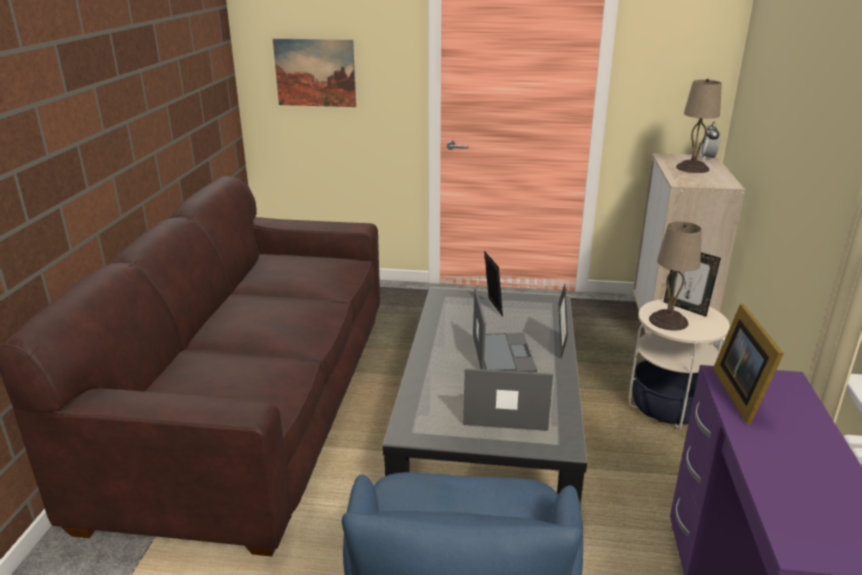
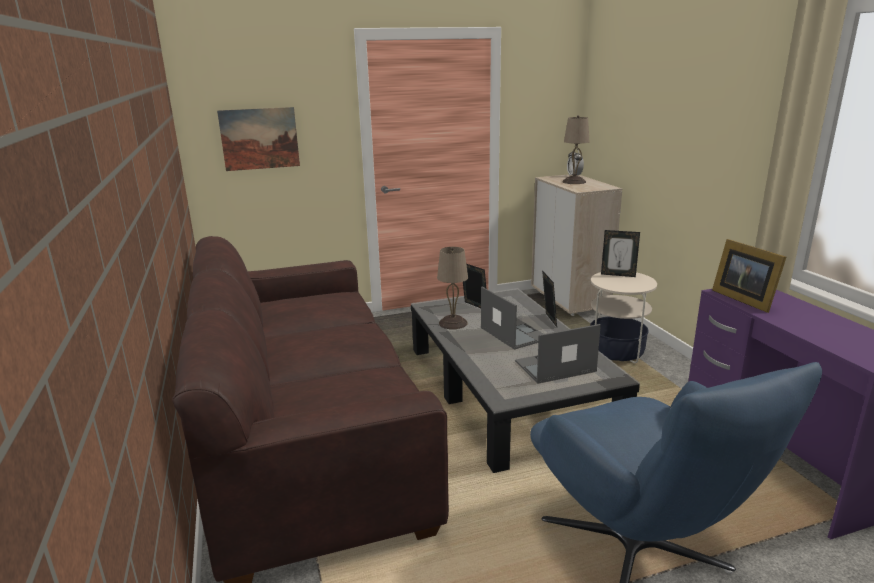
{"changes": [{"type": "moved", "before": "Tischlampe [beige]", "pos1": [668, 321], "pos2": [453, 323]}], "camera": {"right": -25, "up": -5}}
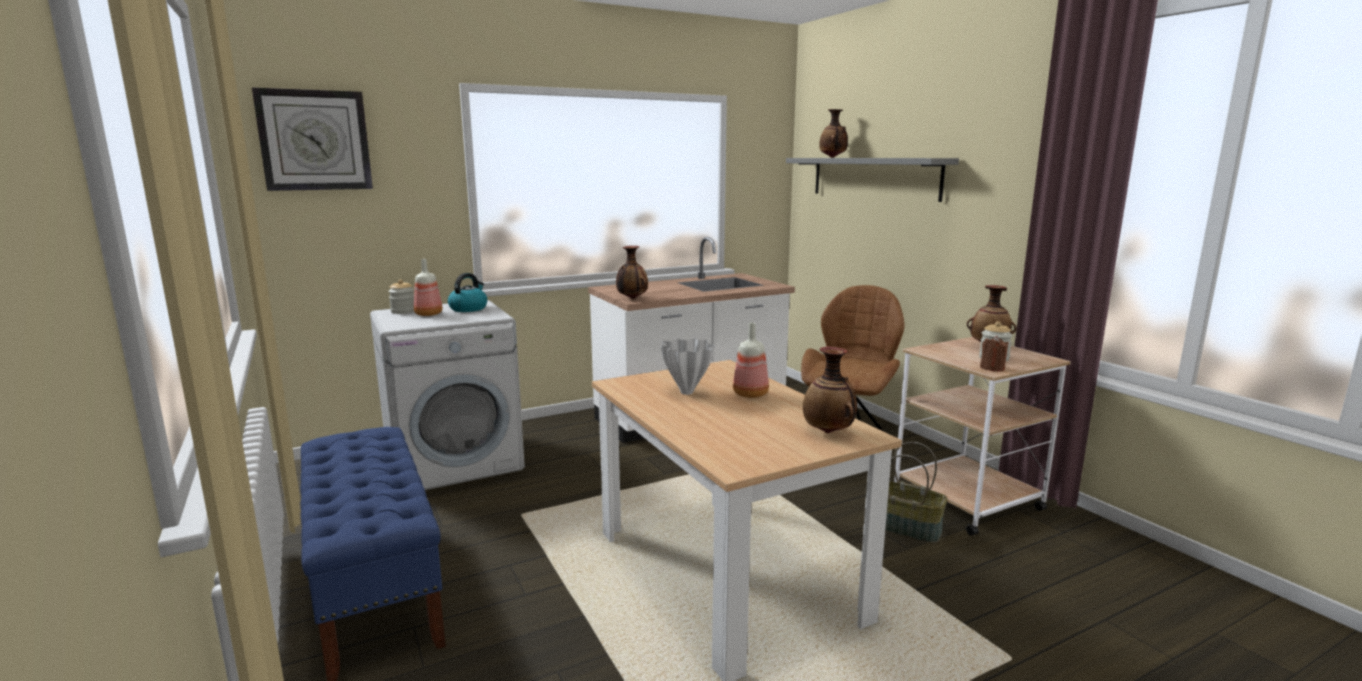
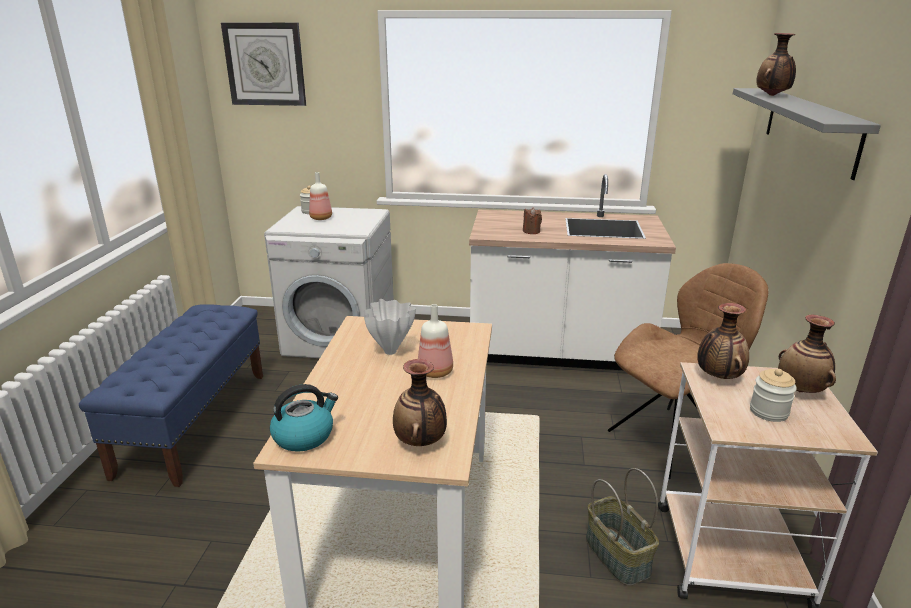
{"changes": [{"type": "moved", "before": "Wasserkessel", "pos1": [468, 308], "pos2": [304, 436]}, {"type": "moved", "before": "Vase", "pos1": [632, 298], "pos2": [718, 377]}, {"type": "moved", "before": "Kerze [braun]", "pos1": [992, 368], "pos2": [531, 231]}], "camera": {"right": 35, "up": 10}}
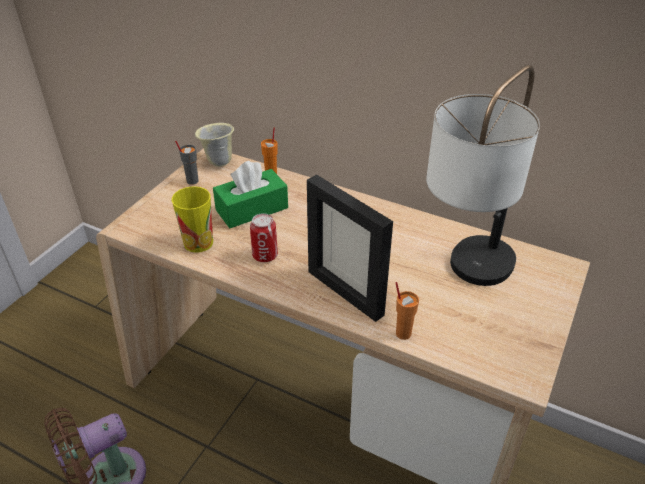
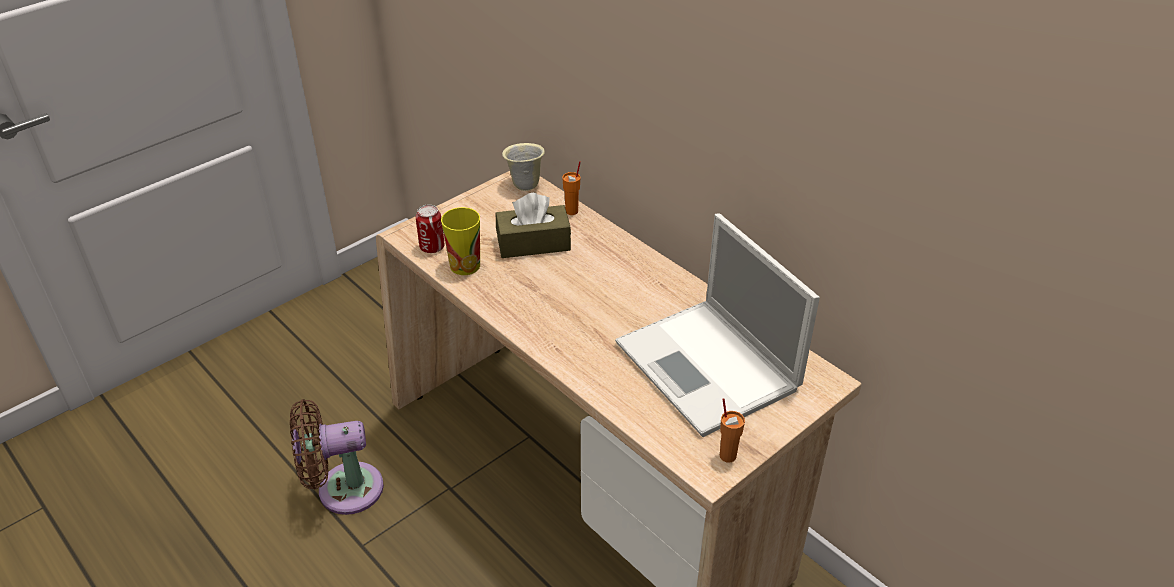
{"changes": [{"type": "removed", "before": "Tasse [grau]", "pos1": [192, 181]}, {"type": "removed", "before": "Bilderrahmen", "pos1": [346, 291]}, {"type": "moved", "before": "Dose", "pos1": [265, 255], "pos2": [432, 247]}, {"type": "moved", "before": "Tasse [orange]", "pos1": [403, 333], "pos2": [727, 455]}, {"type": "replaced", "before": "Tischlampe", "after": "Laptop", "pos1": [465, 281], "pos2": [709, 368]}, {"type": "recoloured", "before": "Taschentuchbox [grün]", "after": "Taschentuchbox [braun]", "pos1": [252, 209], "pos2": [533, 243]}], "camera": {"right": 20, "up": 0}}
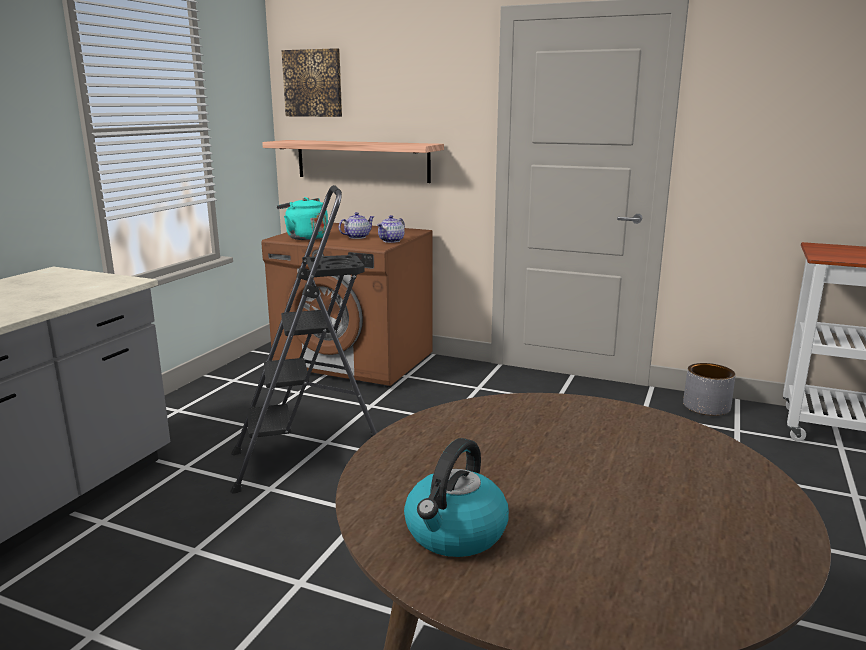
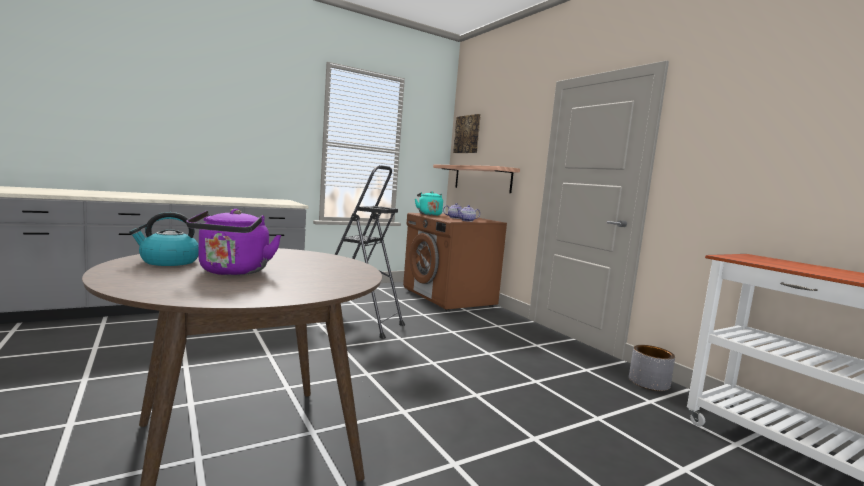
{"changes": [{"type": "added", "after": "Wasserkessel [lila]", "pos2": [232, 272]}], "camera": {"right": 35, "up": -10}}
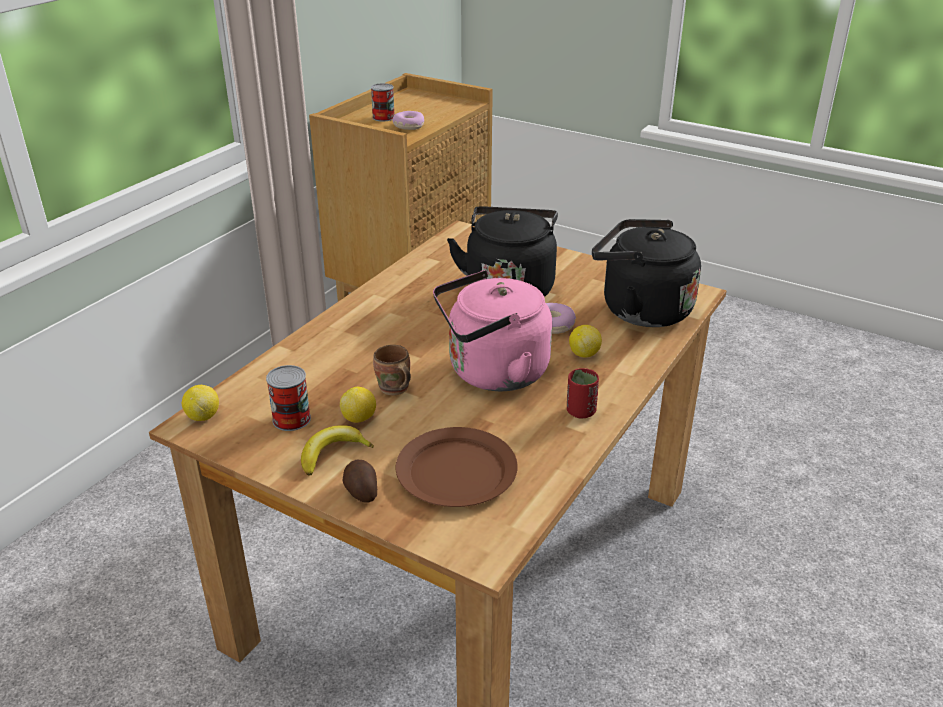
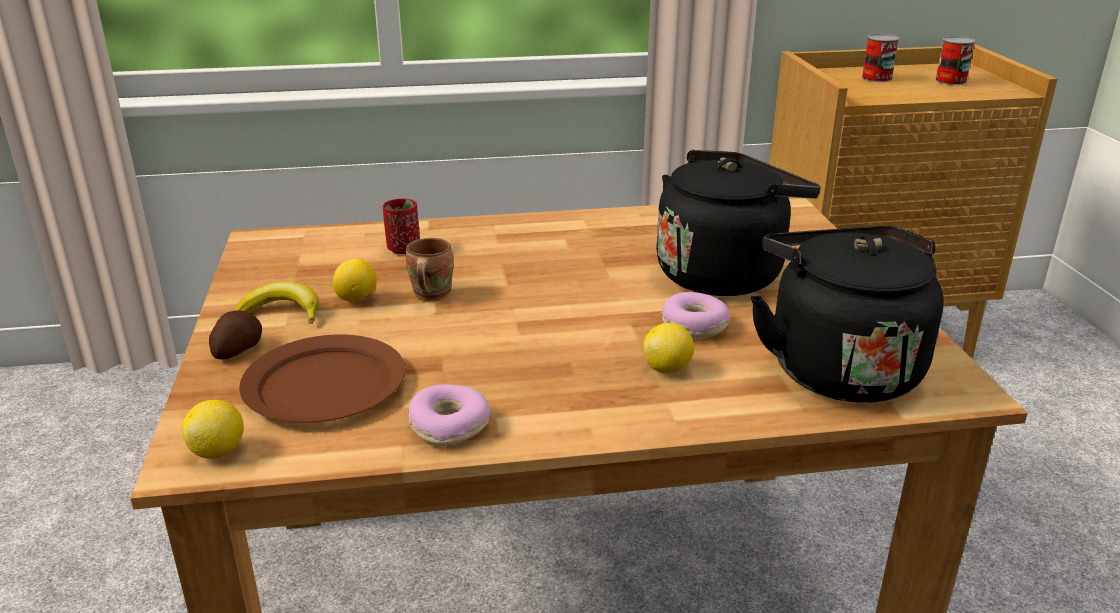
{"changes": [{"type": "removed", "before": "Wasserkessel [rosa]", "pos1": [492, 373]}, {"type": "moved", "before": "Zitrone", "pos1": [203, 416], "pos2": [218, 451]}, {"type": "moved", "before": "Dose", "pos1": [291, 419], "pos2": [950, 81]}, {"type": "moved", "before": "Donut", "pos1": [408, 126], "pos2": [449, 425]}, {"type": "moved", "before": "Tasse [rot]", "pos1": [580, 411], "pos2": [403, 249]}], "camera": {"right": 50, "up": -5}}
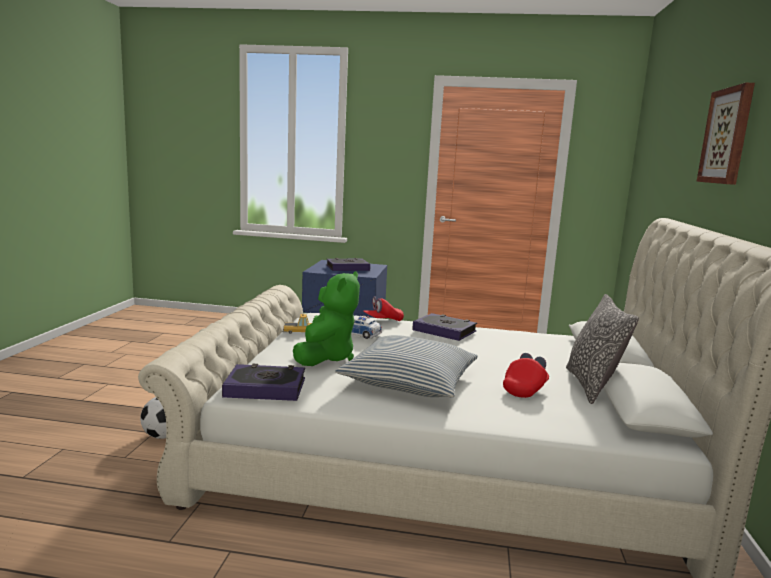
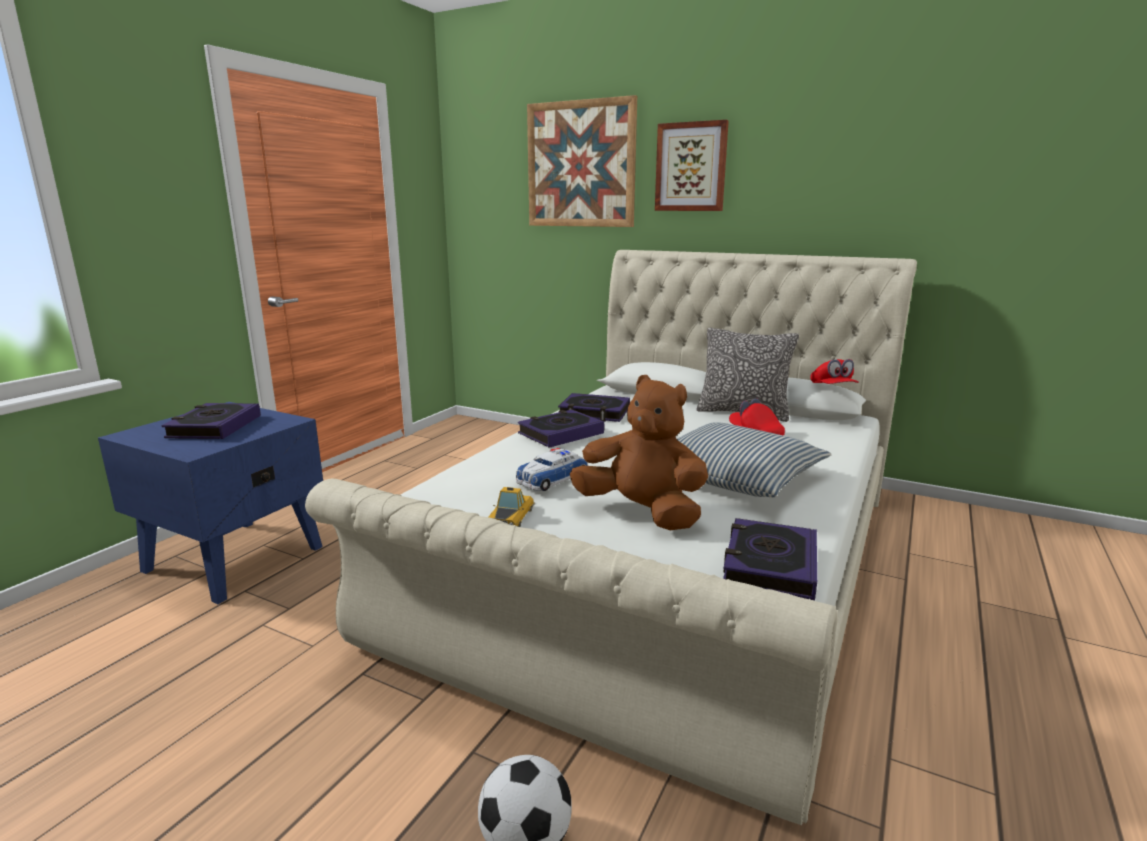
{"changes": [{"type": "added", "after": "Bild", "pos2": [580, 165]}, {"type": "added", "after": "Buch", "pos2": [594, 413]}, {"type": "moved", "before": "Kappe [rot]", "pos1": [383, 321], "pos2": [832, 388]}, {"type": "recoloured", "before": "Plüschtier [grün]", "after": "Plüschtier [braun]", "pos1": [326, 357], "pos2": [642, 512]}], "camera": {"right": -70, "up": 5}}
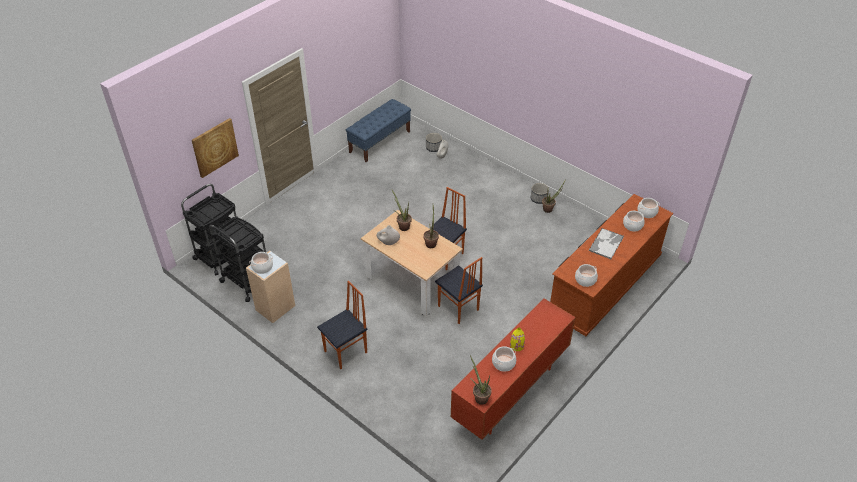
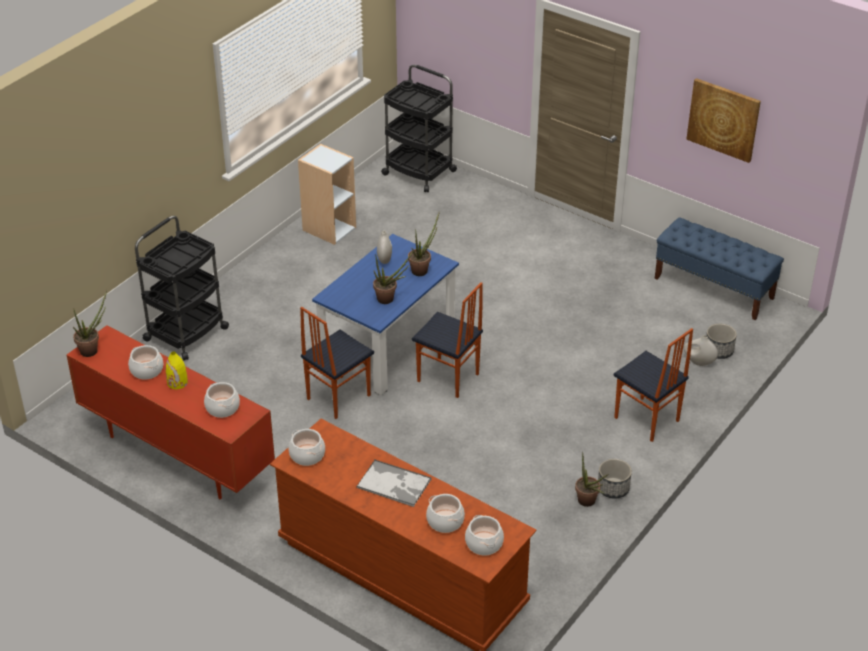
{"changes": [{"type": "moved", "before": "Bild", "pos1": [215, 147], "pos2": [723, 119]}, {"type": "moved", "before": "Rollwagen [schwarz]", "pos1": [248, 281], "pos2": [186, 334]}, {"type": "moved", "before": "Kochtopf", "pos1": [262, 267], "pos2": [222, 408]}, {"type": "moved", "before": "Stuhl", "pos1": [346, 352], "pos2": [646, 420]}, {"type": "recoloured", "before": "Esstisch [beige]", "after": "Esstisch [blau]", "pos1": [412, 282], "pos2": [388, 347]}], "camera": {"right": 85, "up": -5}}
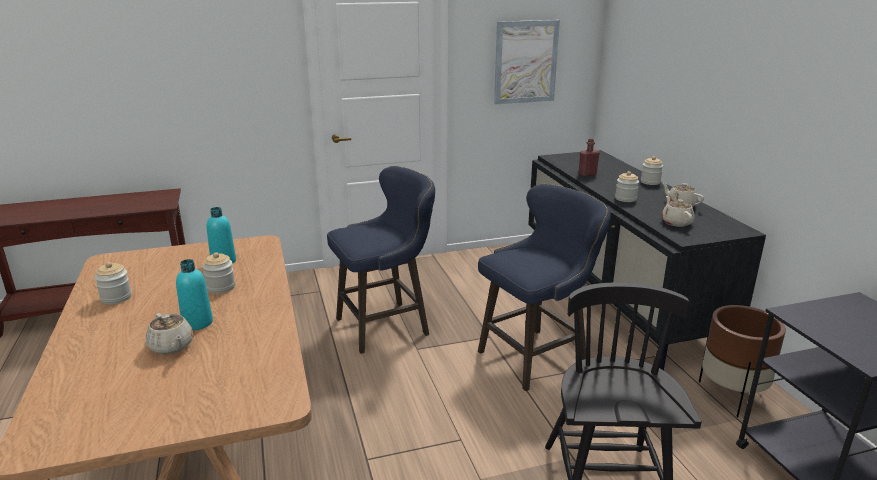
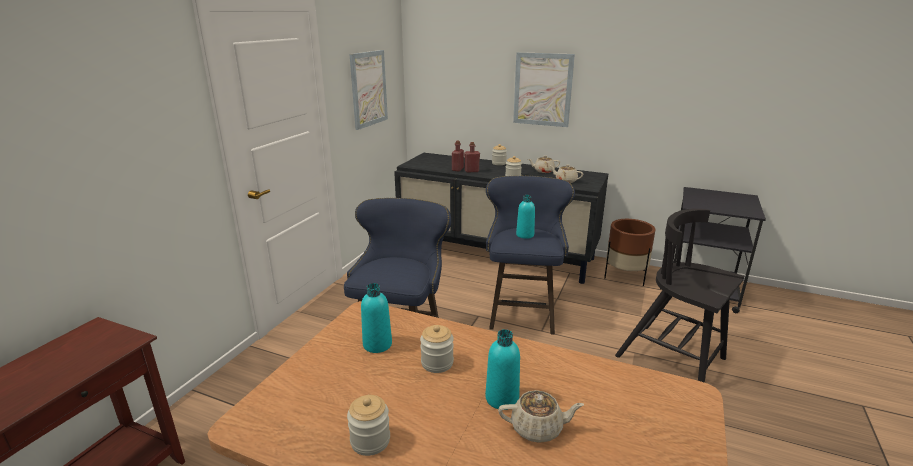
{"changes": [{"type": "added", "after": "Flasche [rot]", "pos2": [471, 171]}, {"type": "added", "after": "Bild", "pos2": [542, 89]}, {"type": "added", "after": "Flasche [türkis]", "pos2": [525, 235]}], "camera": {"right": -50, "up": 0}}
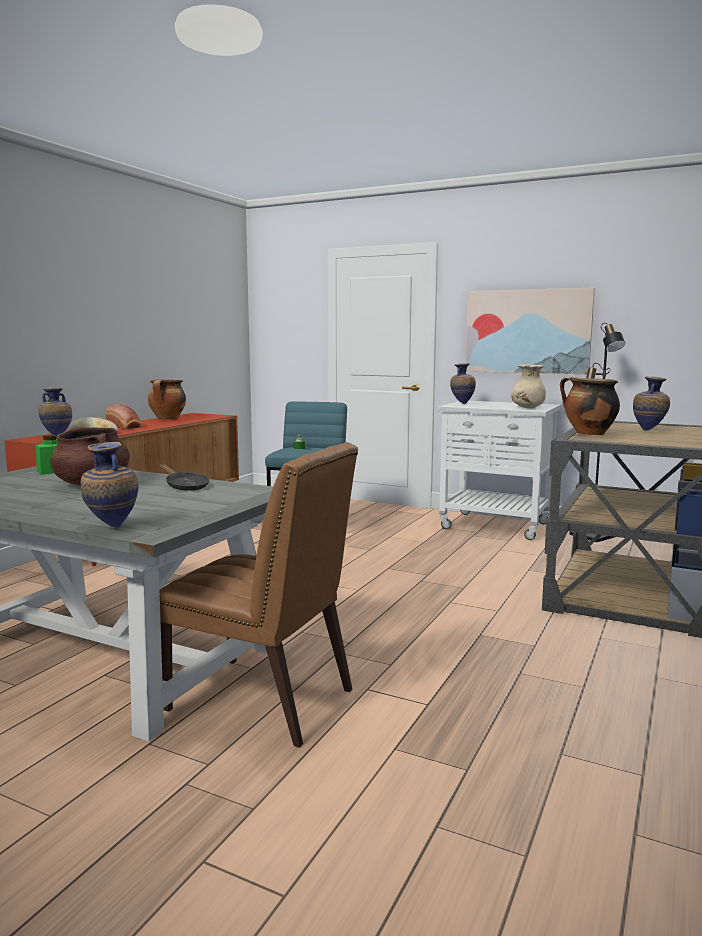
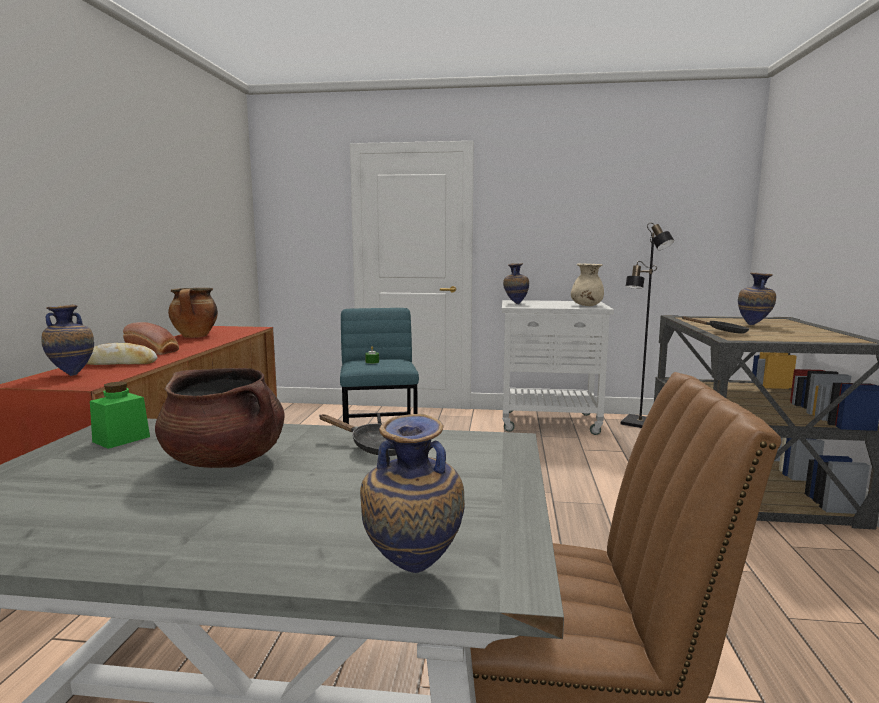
{"changes": [{"type": "removed", "before": "Bild", "pos1": [527, 331]}, {"type": "replaced", "before": "Kochtopf", "after": "Pfanne [schwarz]", "pos1": [588, 433], "pos2": [723, 332]}], "camera": {"right": -20, "up": 0}}
